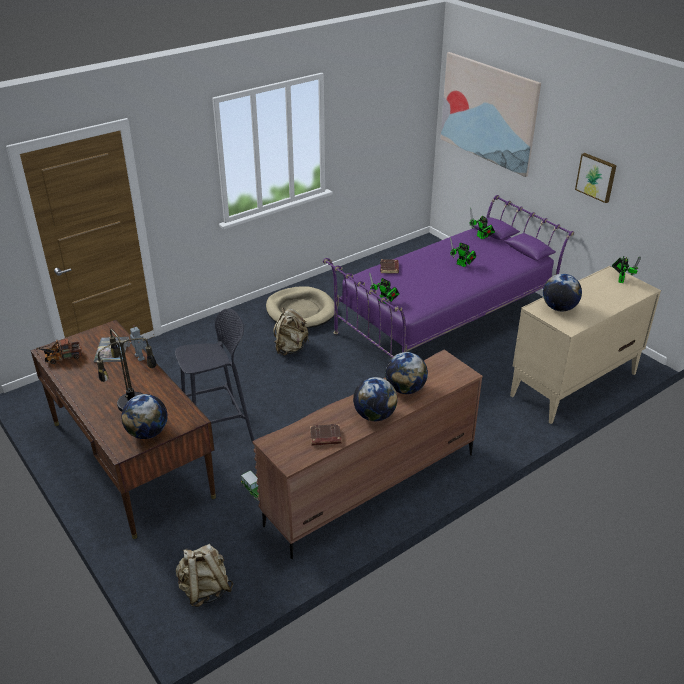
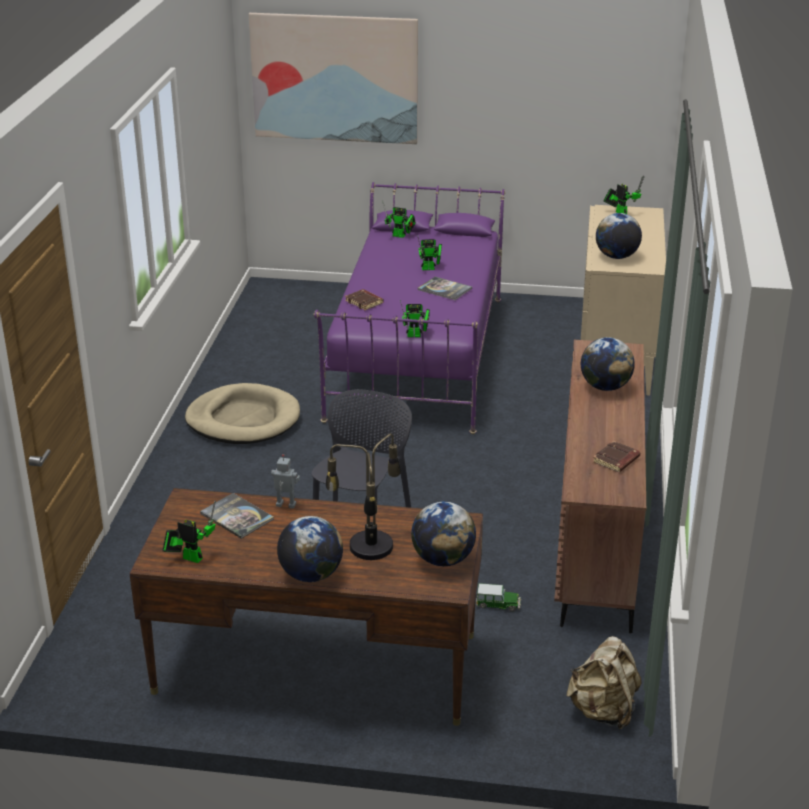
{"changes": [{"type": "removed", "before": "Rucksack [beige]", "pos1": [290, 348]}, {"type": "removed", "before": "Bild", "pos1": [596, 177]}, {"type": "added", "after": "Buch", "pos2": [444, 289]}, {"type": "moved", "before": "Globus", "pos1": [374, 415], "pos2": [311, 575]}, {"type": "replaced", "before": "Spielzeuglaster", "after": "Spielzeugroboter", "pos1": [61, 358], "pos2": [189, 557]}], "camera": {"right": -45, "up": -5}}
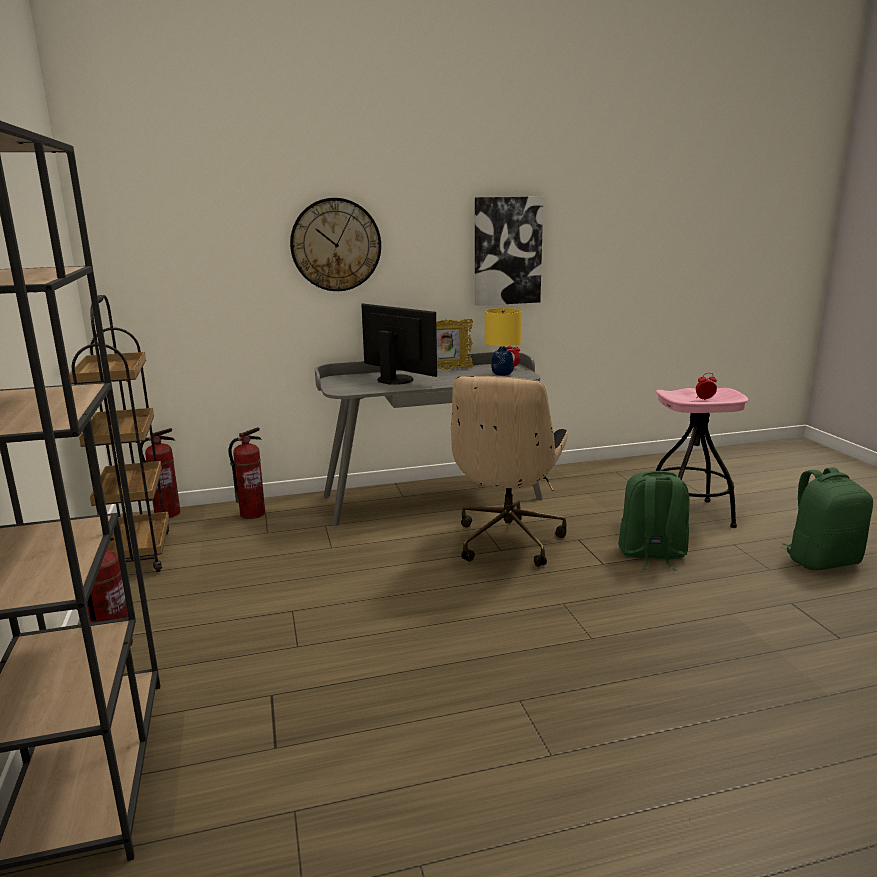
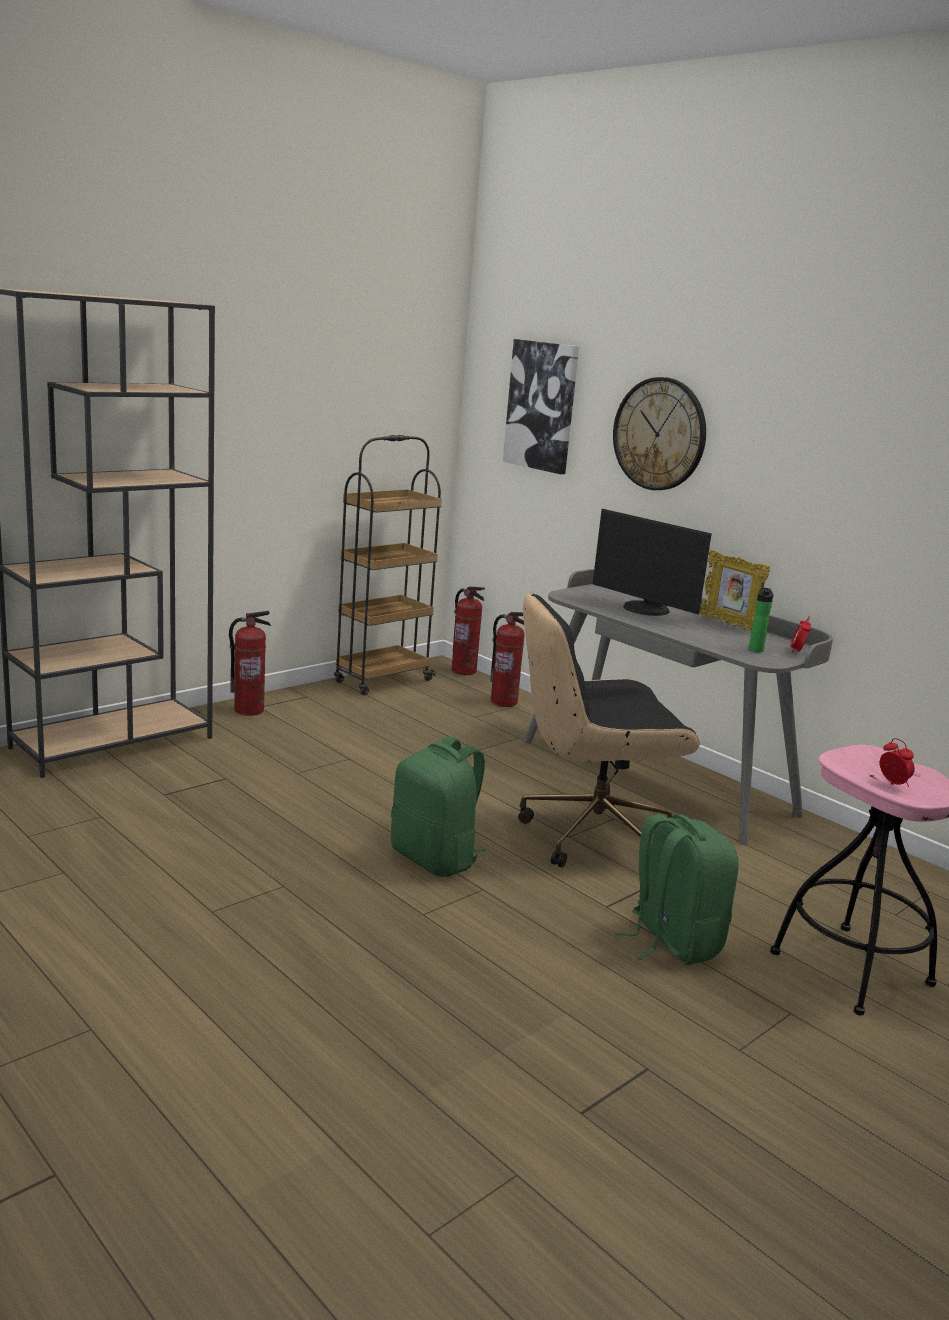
{"changes": [{"type": "moved", "before": "Bild", "pos1": [507, 251], "pos2": [542, 406]}, {"type": "moved", "before": "Rucksack [grün]", "pos1": [822, 560], "pos2": [435, 859]}, {"type": "replaced", "before": "Tischlampe [gelb]", "after": "Flasche", "pos1": [502, 374], "pos2": [755, 649]}, {"type": "turned", "before": "Monitor", "pos1": [396, 380], "pos2": [644, 609], "turn": 120}], "camera": {"right": 60, "up": 0}}
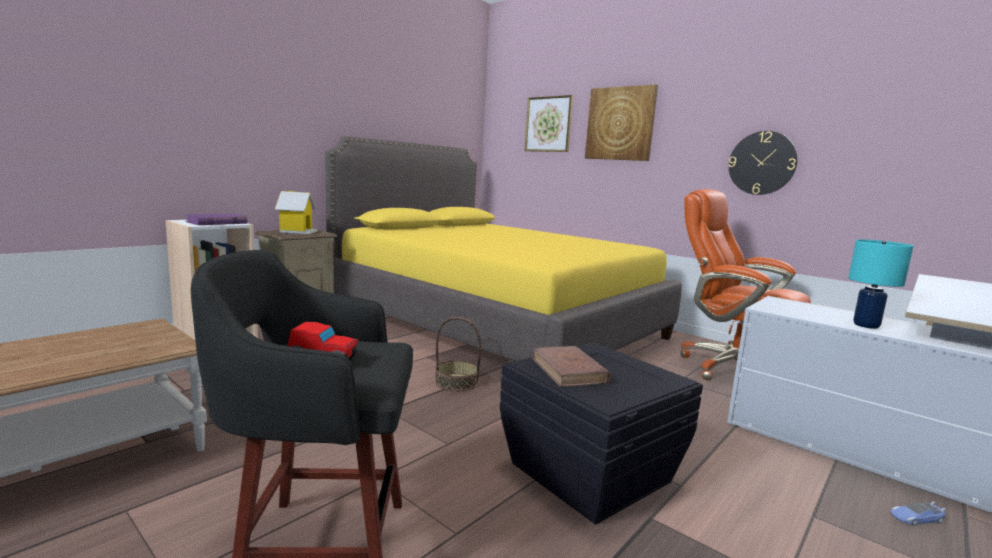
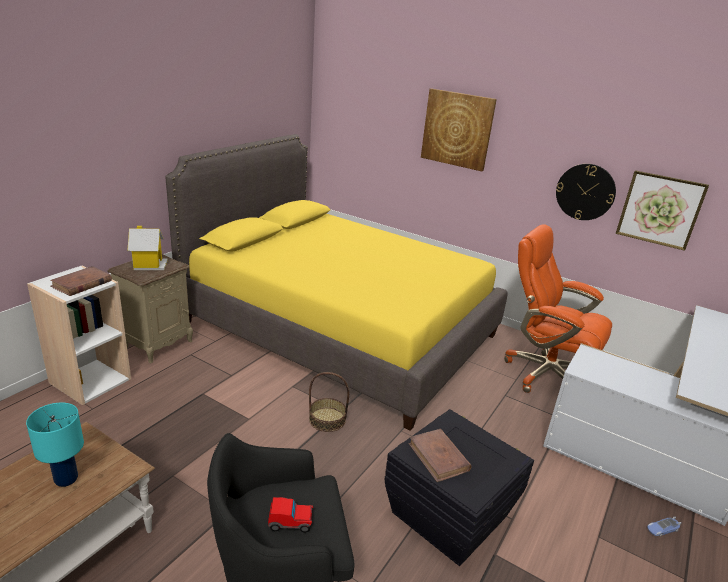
{"changes": [{"type": "moved", "before": "Bild", "pos1": [548, 124], "pos2": [660, 210]}, {"type": "moved", "before": "Tischlampe [türkis]", "pos1": [865, 326], "pos2": [65, 480]}, {"type": "recoloured", "before": "Buch [lila]", "after": "Buch [braun]", "pos1": [216, 223], "pos2": [81, 284]}], "camera": {"right": -10, "up": 15}}
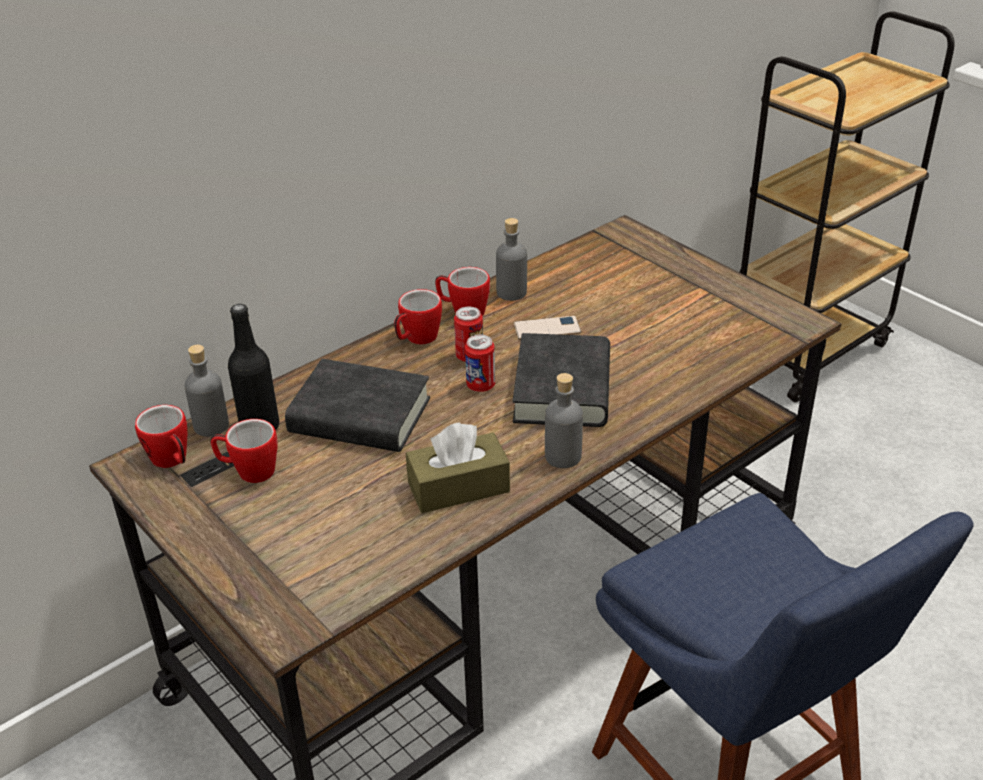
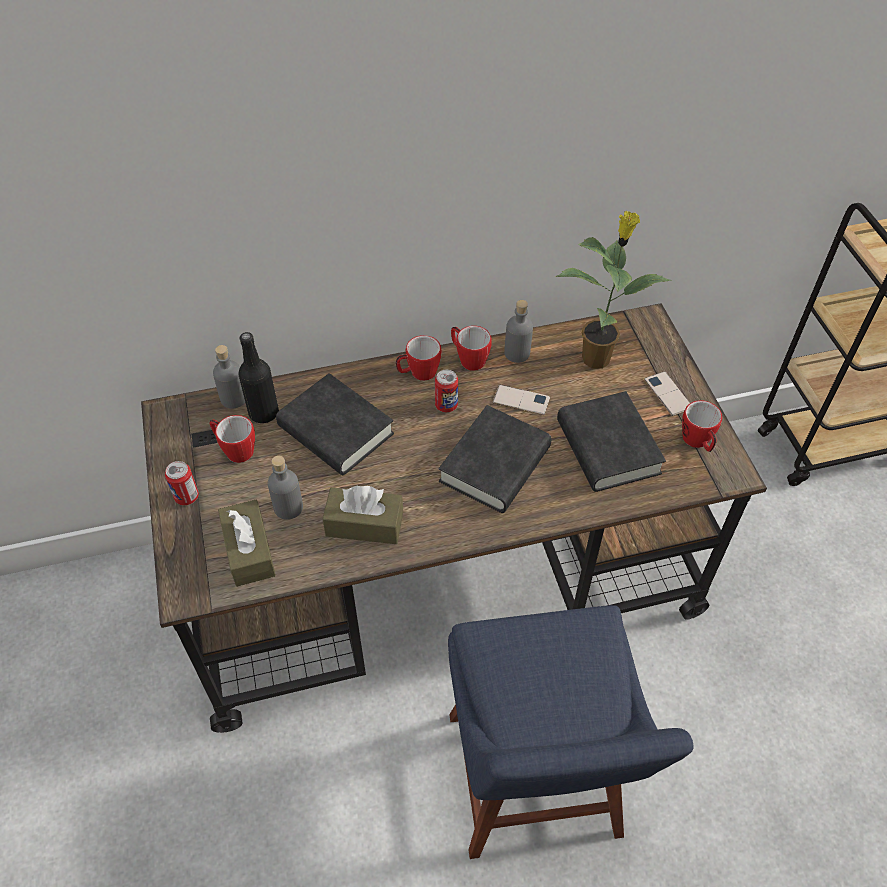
{"changes": [{"type": "added", "after": "Taschentuchbox [braun]", "pos2": [249, 551]}, {"type": "added", "after": "Topfpflanze", "pos2": [597, 357]}, {"type": "added", "after": "Buch [schwarz]", "pos2": [608, 447]}, {"type": "added", "after": "Handy", "pos2": [668, 394]}, {"type": "moved", "before": "Henkelbecher", "pos1": [172, 461], "pos2": [698, 442]}, {"type": "moved", "before": "Dose", "pos1": [480, 386], "pos2": [186, 497]}, {"type": "moved", "before": "Flasche [grau]", "pos1": [563, 456], "pos2": [288, 507]}], "camera": {"right": 25, "up": 15}}
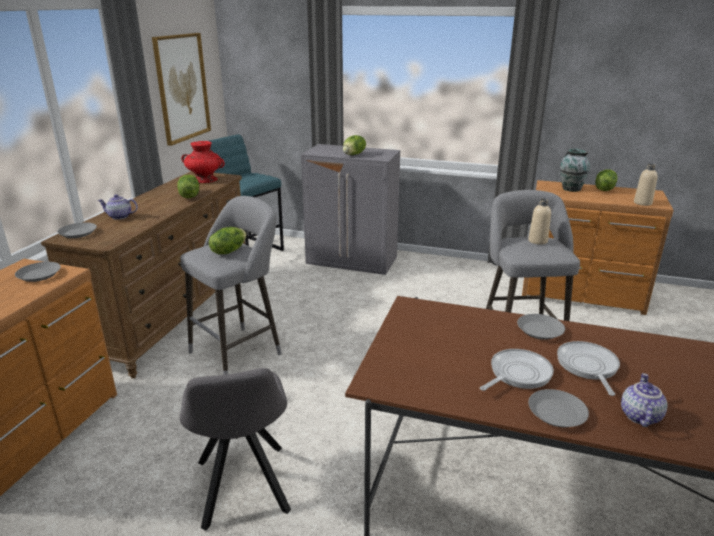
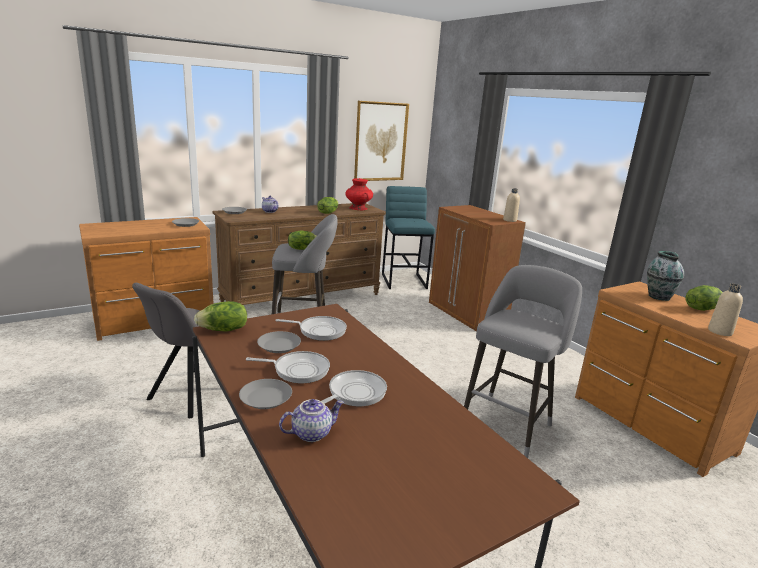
{"changes": [{"type": "added", "after": "Pfanne", "pos2": [319, 331]}, {"type": "moved", "before": "Salatkopf", "pos1": [354, 154], "pos2": [223, 330]}, {"type": "moved", "before": "Teller [grau]", "pos1": [540, 330], "pos2": [279, 345]}, {"type": "moved", "before": "Flasche [beige]", "pos1": [537, 241], "pos2": [510, 220]}, {"type": "recoloured", "before": "Schrank [grau]", "after": "Schrank [braun]", "pos1": [352, 260], "pos2": [467, 313]}], "camera": {"right": 40, "up": -5}}
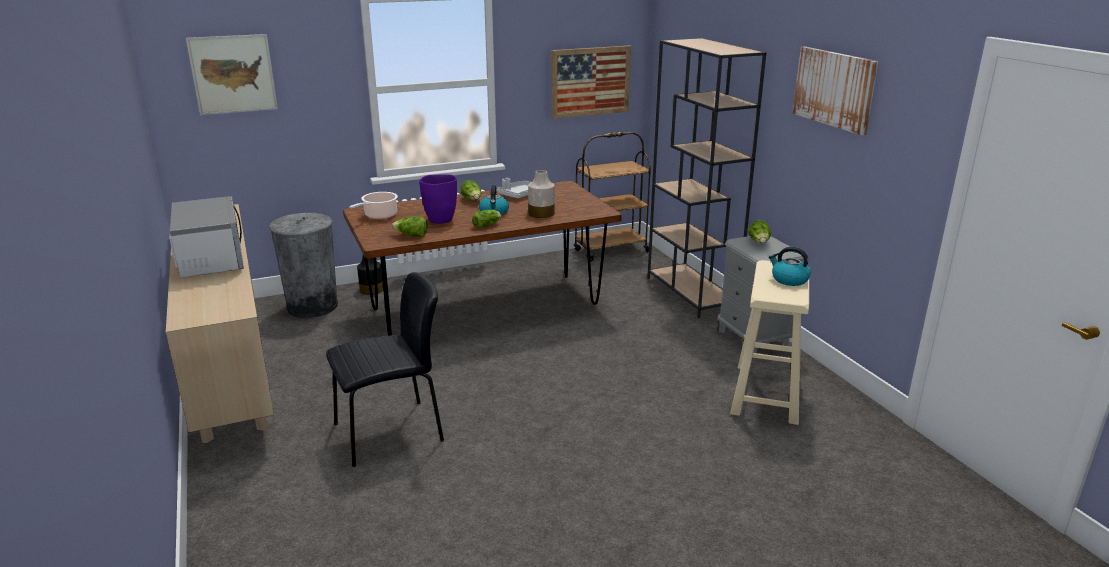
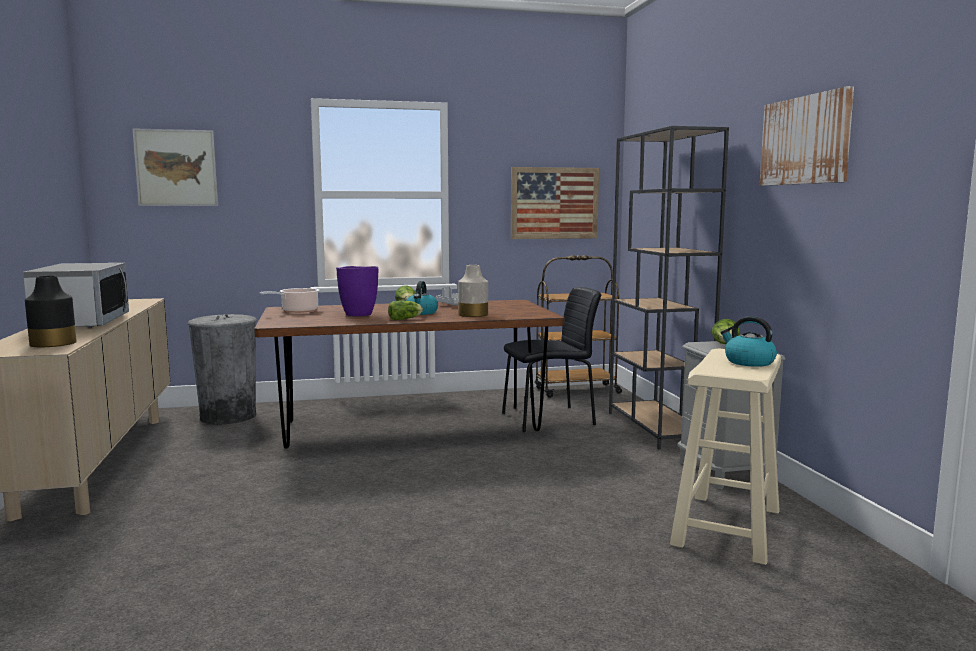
{"changes": [{"type": "removed", "before": "Salatkopf", "pos1": [411, 235]}, {"type": "moved", "before": "Stuhl [schwarz]", "pos1": [392, 431], "pos2": [551, 418]}, {"type": "moved", "before": "Vase [schwarz]", "pos1": [372, 289], "pos2": [53, 343]}], "camera": {"right": 10, "up": -15}}
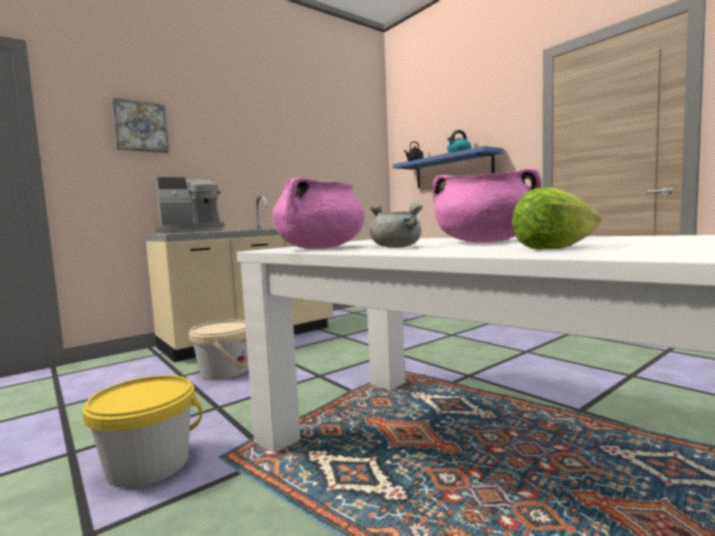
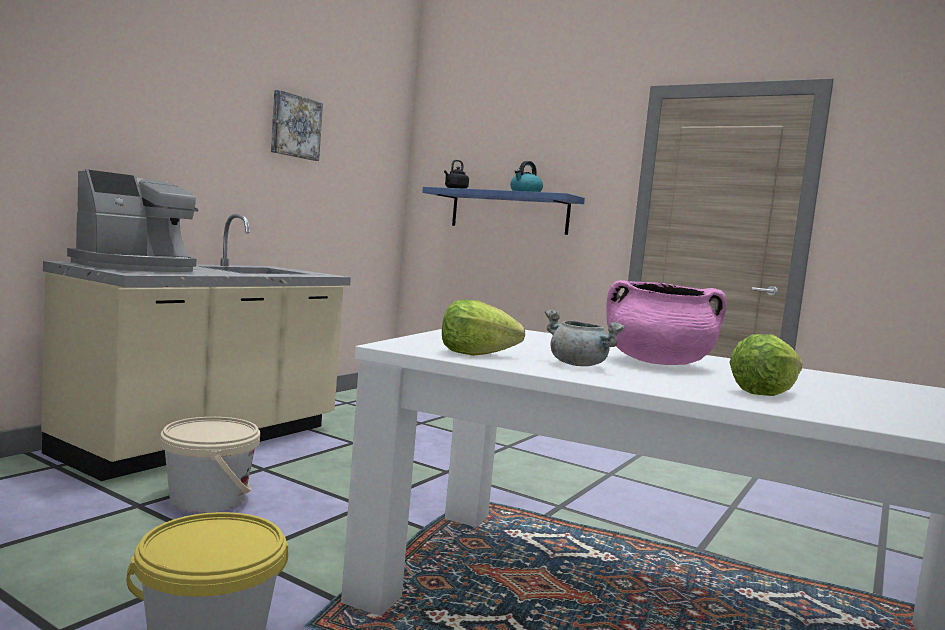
{"changes": [{"type": "moved", "before": "Bild", "pos1": [140, 127], "pos2": [294, 126]}, {"type": "replaced", "before": "Kochtopf [rosa]", "after": "Salatkopf", "pos1": [320, 248], "pos2": [475, 354]}], "camera": {"right": -20, "up": 0}}
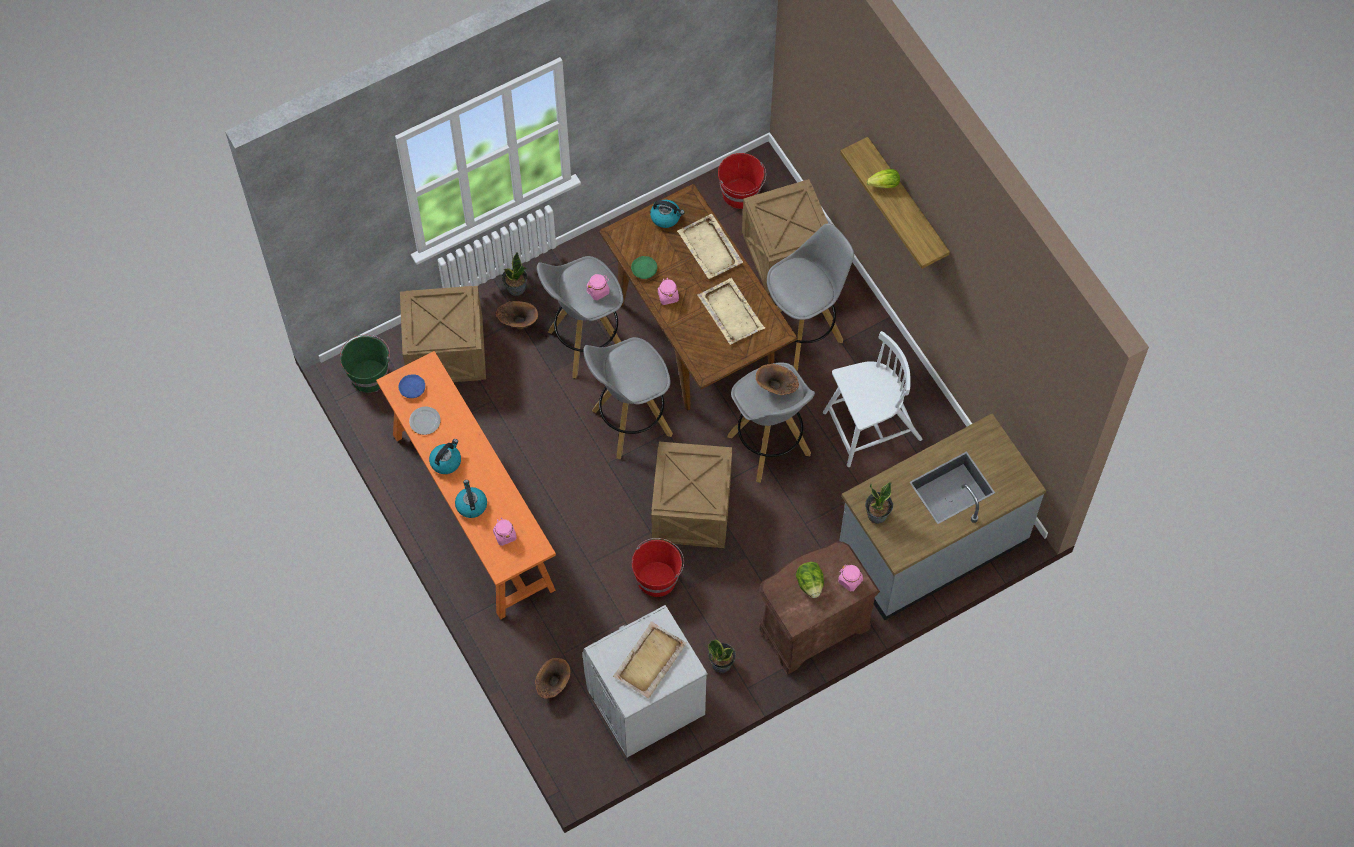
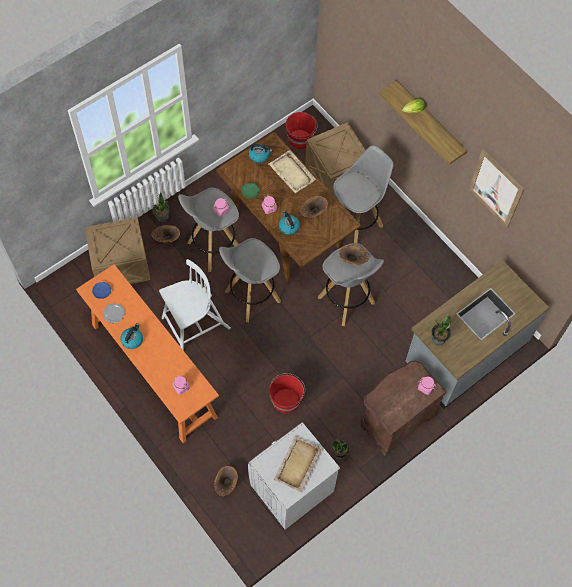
{"changes": [{"type": "removed", "before": "Eimer [grün]", "pos1": [369, 375]}, {"type": "removed", "before": "Kiste", "pos1": [691, 508]}, {"type": "removed", "before": "Salatkopf", "pos1": [810, 583]}, {"type": "added", "after": "Bild", "pos2": [496, 189]}, {"type": "moved", "before": "Wasserkessel", "pos1": [471, 504], "pos2": [288, 226]}, {"type": "moved", "before": "Stuhl [weiß]", "pos1": [870, 427], "pos2": [195, 324]}, {"type": "replaced", "before": "Tablett [beige]", "after": "Vase [braun]", "pos1": [730, 312], "pos2": [313, 213]}], "camera": {"right": -10, "up": 0}}
